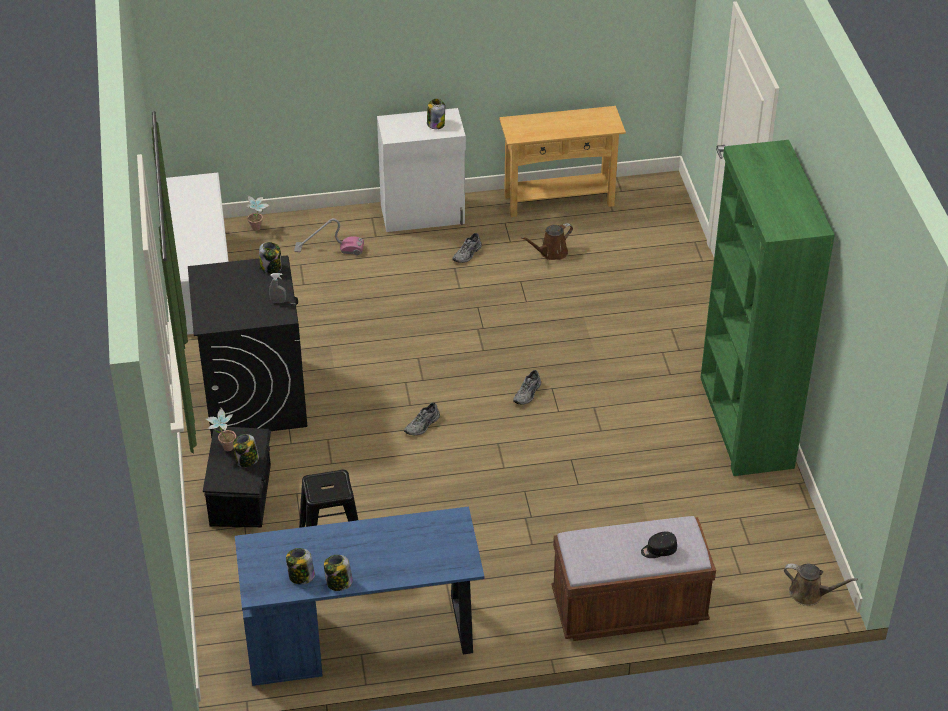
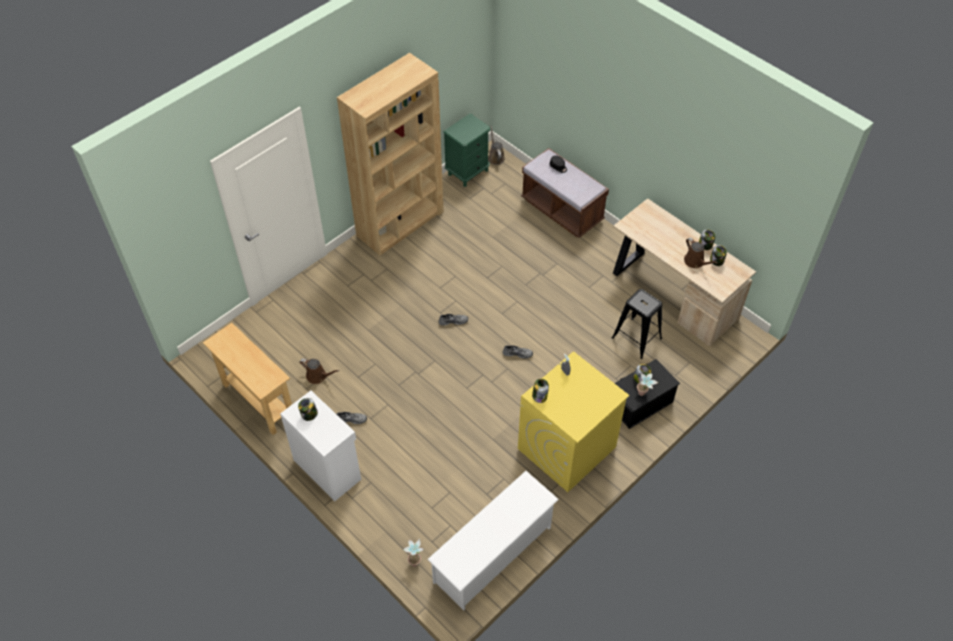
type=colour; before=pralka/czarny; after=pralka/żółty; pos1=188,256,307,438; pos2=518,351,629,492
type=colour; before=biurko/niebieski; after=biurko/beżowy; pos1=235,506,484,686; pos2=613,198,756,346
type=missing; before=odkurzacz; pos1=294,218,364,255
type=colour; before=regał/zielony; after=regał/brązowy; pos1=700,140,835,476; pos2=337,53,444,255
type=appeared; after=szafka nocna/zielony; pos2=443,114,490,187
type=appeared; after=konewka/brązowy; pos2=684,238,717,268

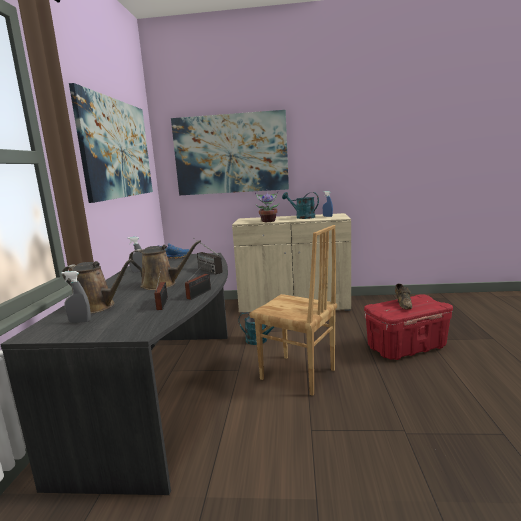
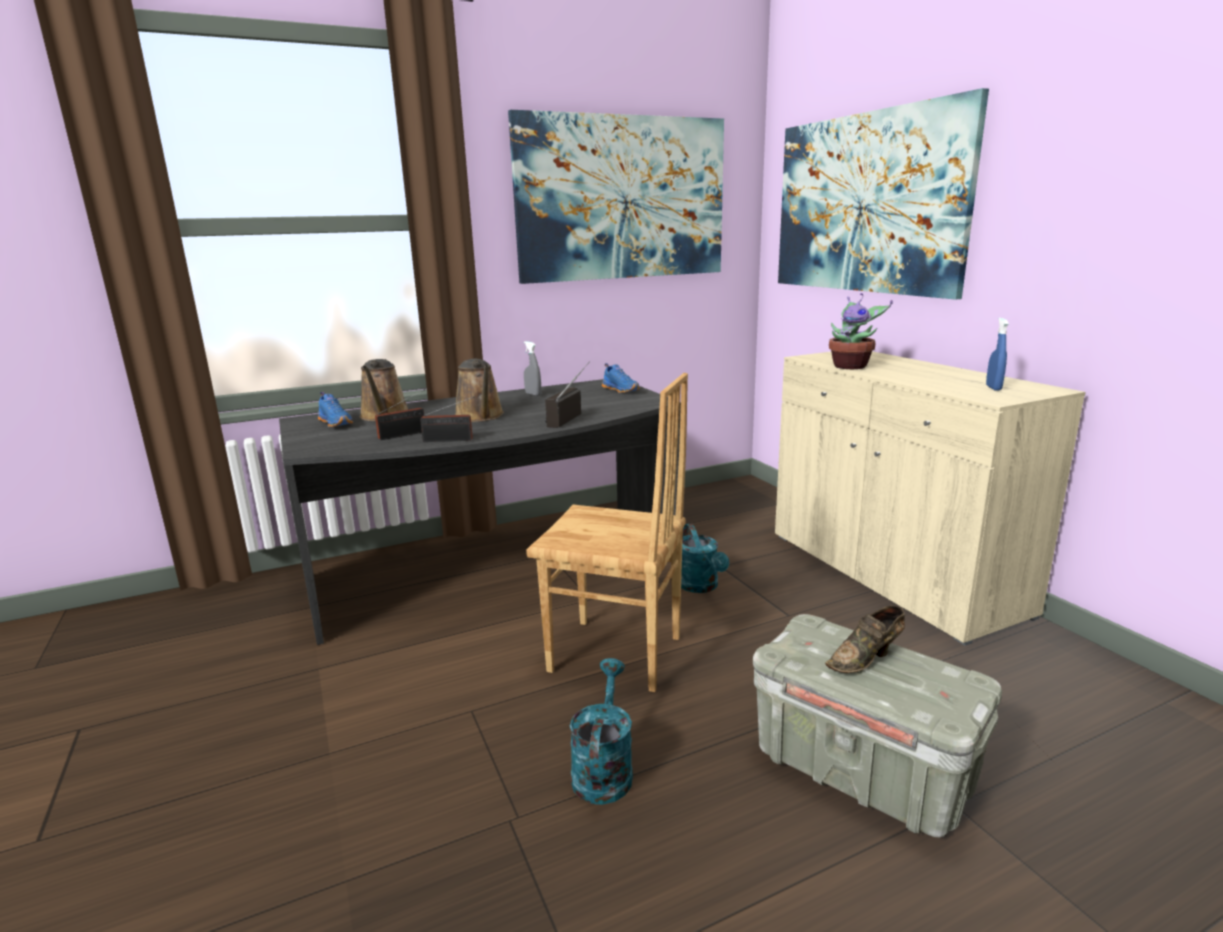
type=exchanged; before=spryskiwacz/szary; after=but/niebieski; pos1=61,271,91,323; pos2=318,392,354,427
type=spun; before=krzesło/brązowy; pos1=249,225,337,396; pos2=526,373,688,692; turn=-75
type=relocated; before=konewka/turkusowy; pos1=282,192,319,219; pos2=570,658,633,805
type=colour; before=pojemnik do przechowywania/czerwony; after=pojemnik do przechowywania/szary; pos1=364,294,453,360; pos2=753,614,1002,837

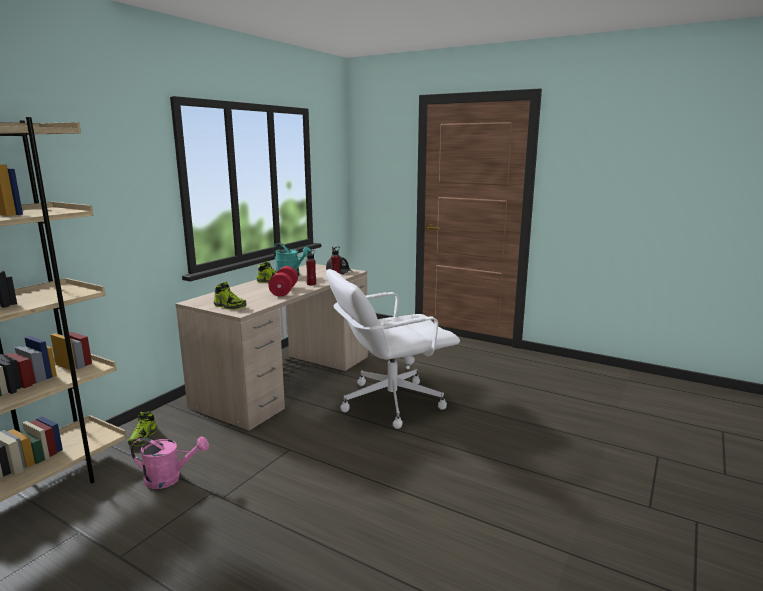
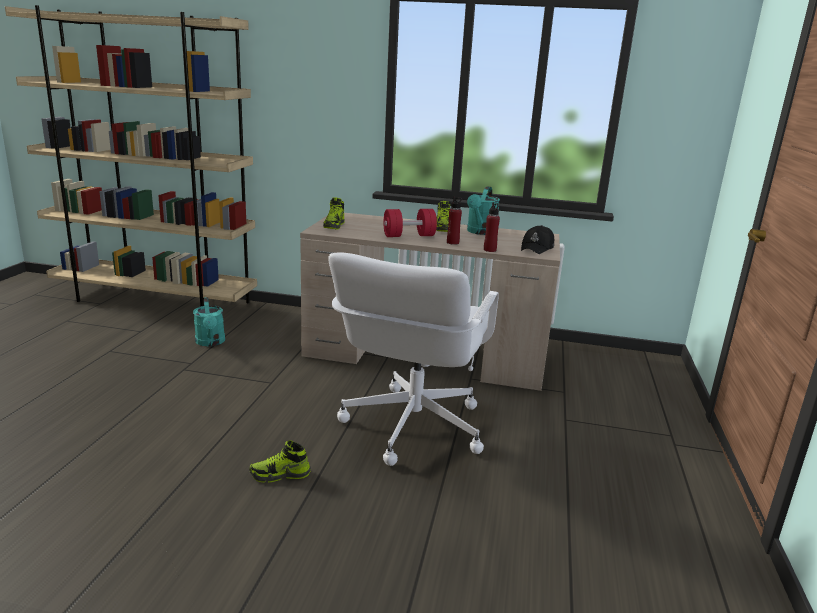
type=relocated; before=but; pos1=128,411,157,446; pos2=249,440,311,482
type=colour; before=konewka/różowy; after=konewka/turkusowy; pos1=131,436,209,489; pos2=193,297,225,346
type=spun; before=krzesło biurowe/biały; pos1=326,269,460,429; pos2=328,252,499,466; turn=-120

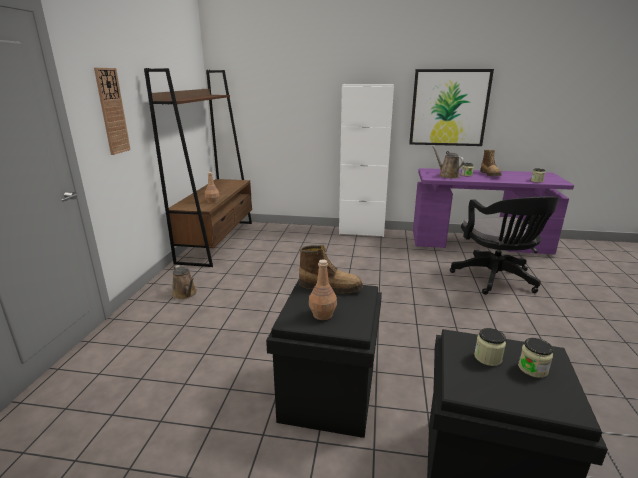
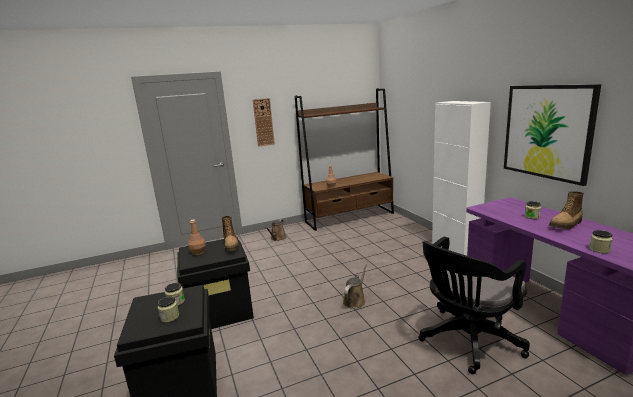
type=relocated; before=konewka/brązowy; pos1=432,146,465,179; pos2=343,263,368,309

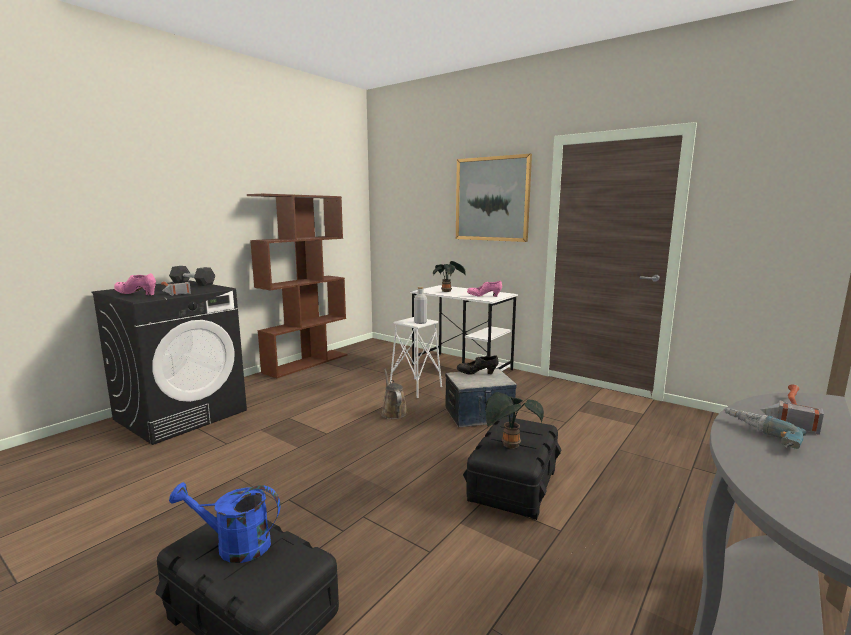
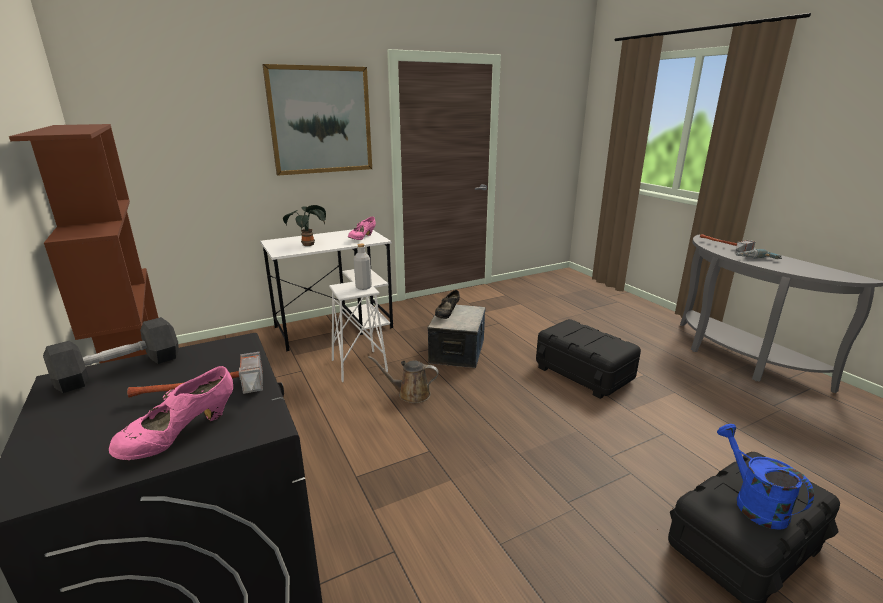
type=spun; before=konewka/niebieski; pos1=169,482,280,563; pos2=717,424,814,530; turn=135
type=missing; before=roślina doniczkowa; pos1=485,392,544,448

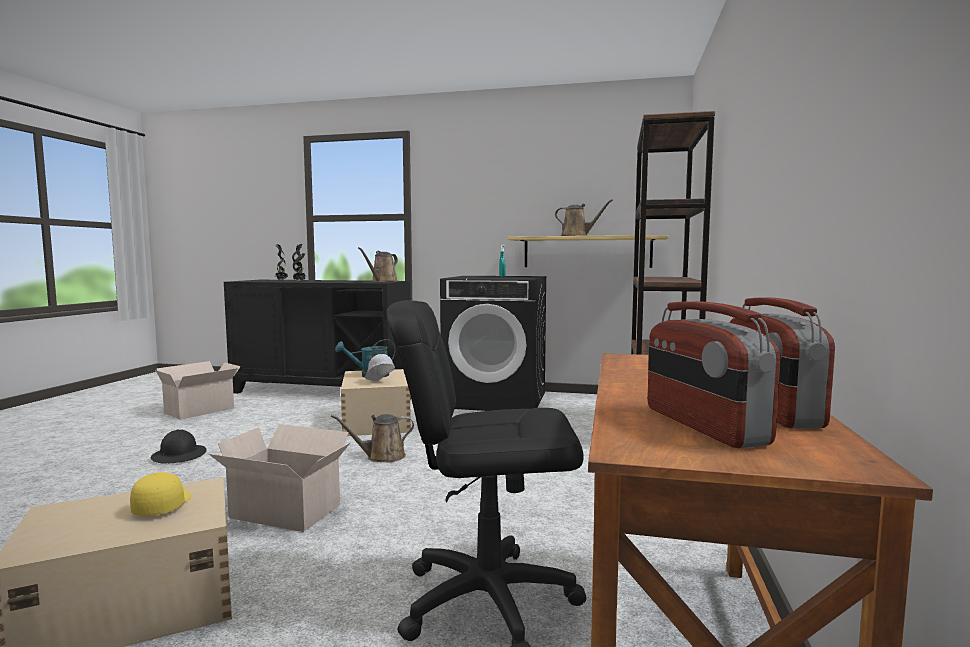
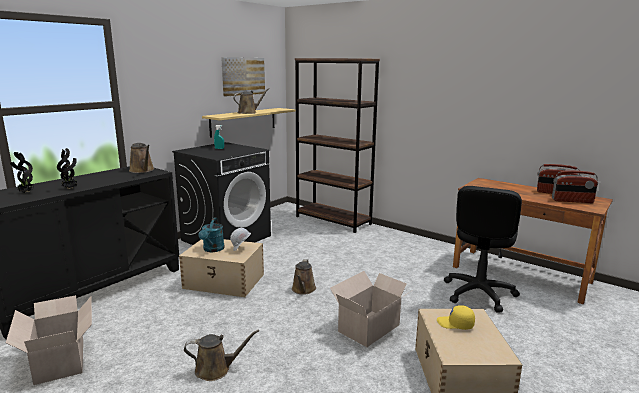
type=exchanged; before=kask/czarny; after=konewka/brązowy; pos1=151,430,207,464; pos2=184,330,259,381
type=appeared; after=obraz; pos2=221,57,265,96

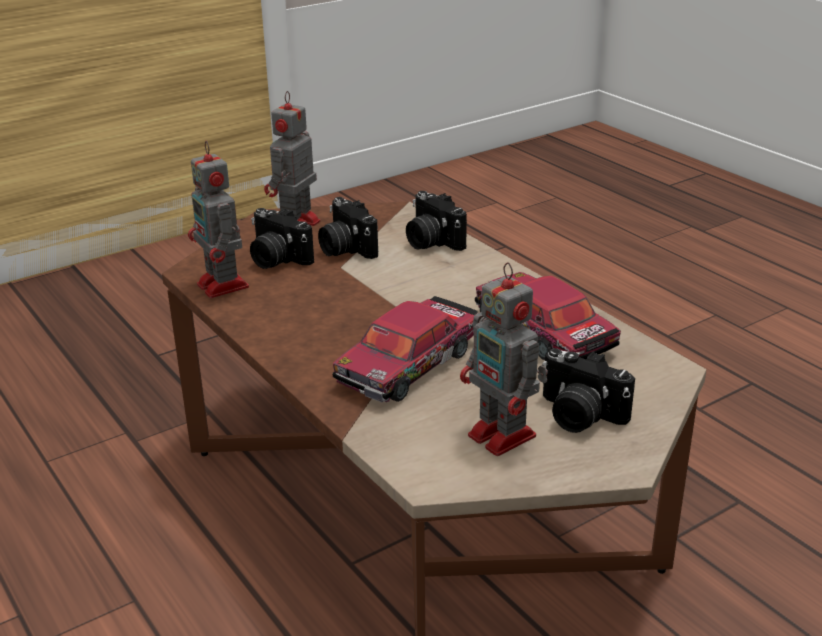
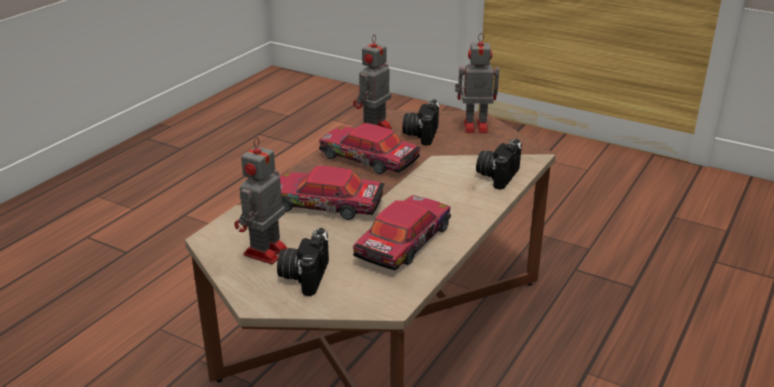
type=missing; before=aparat fotograficzny; pos1=318,197,378,259
type=appeared; after=samochodzik; pos2=319,123,420,174

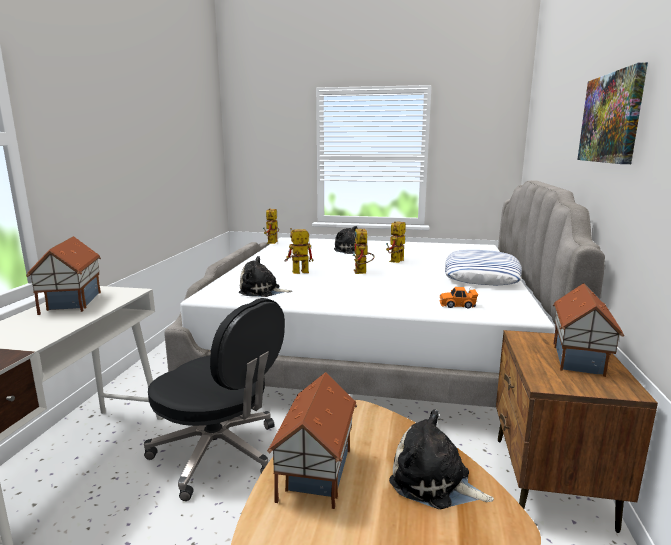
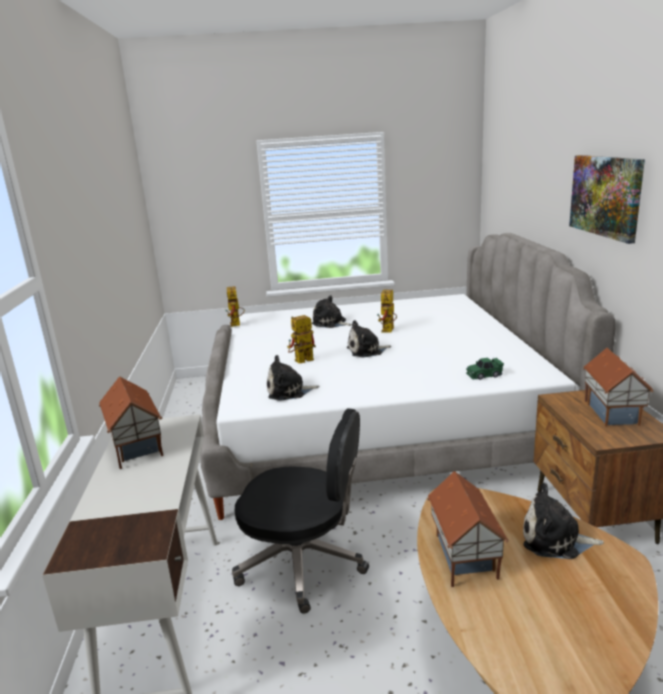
type=exchanged; before=robot zabawkowy; after=pluszak; pos1=353,229,375,274; pos2=347,320,391,357
type=colour; before=samochodzik/pomarańczowy; after=samochodzik/zielony; pos1=439,287,478,308; pos2=466,358,504,380
type=missing; before=poduszka; pos1=445,250,522,285

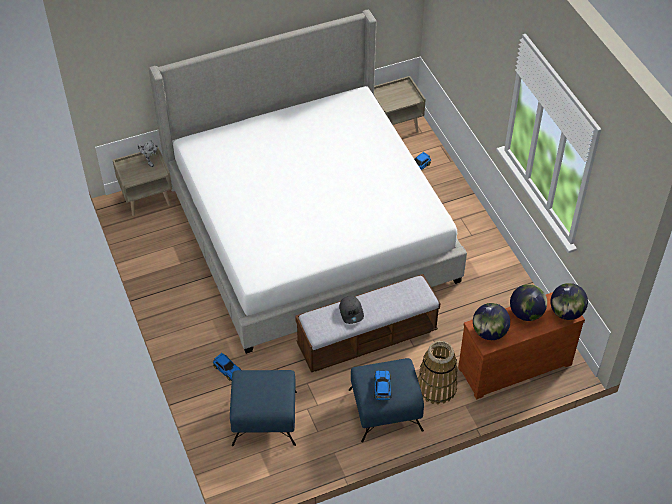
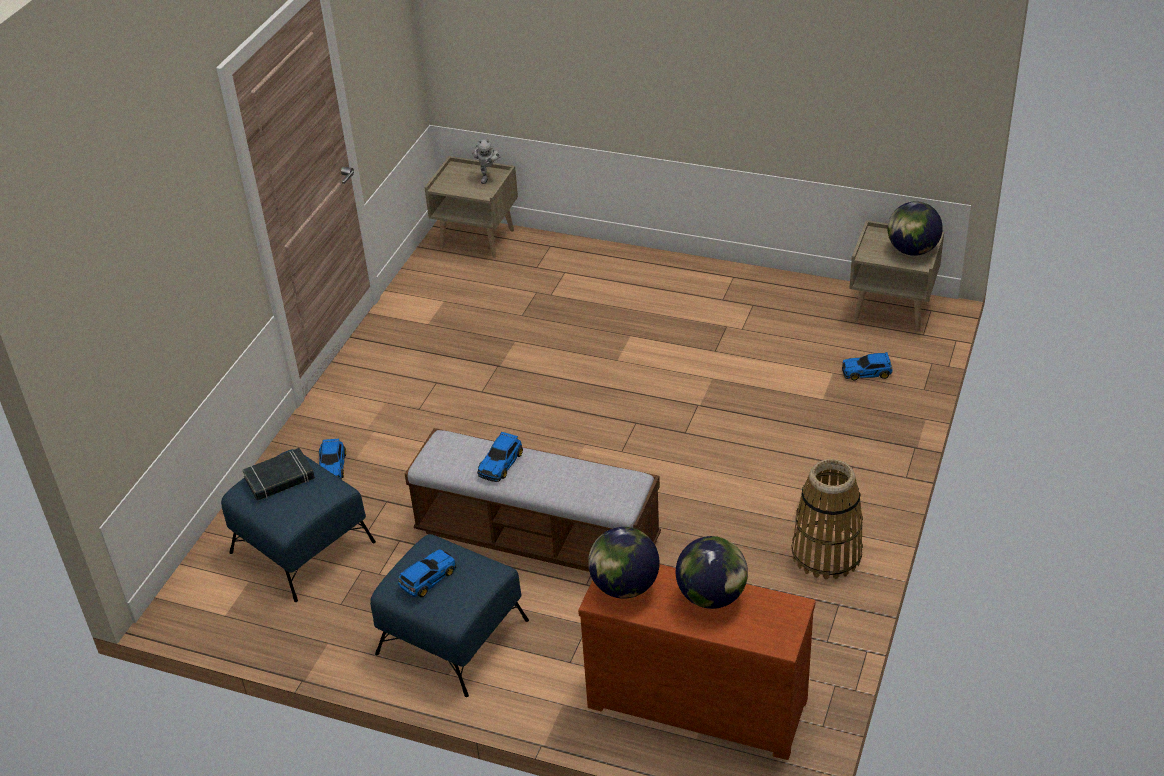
type=missing; before=łóżko; pos1=149,10,467,354
type=exchanged; before=czapka z daszkiem/szary; after=samochodzik; pos1=339,296,364,324; pos2=477,432,523,482
type=relocated; before=koszyk; pos1=418,341,458,404; pos2=791,459,863,580
type=relocated; before=globus; pos1=550,283,588,320; pos2=888,201,943,256
type=appeared; after=książka/czarny; pos2=242,448,315,501

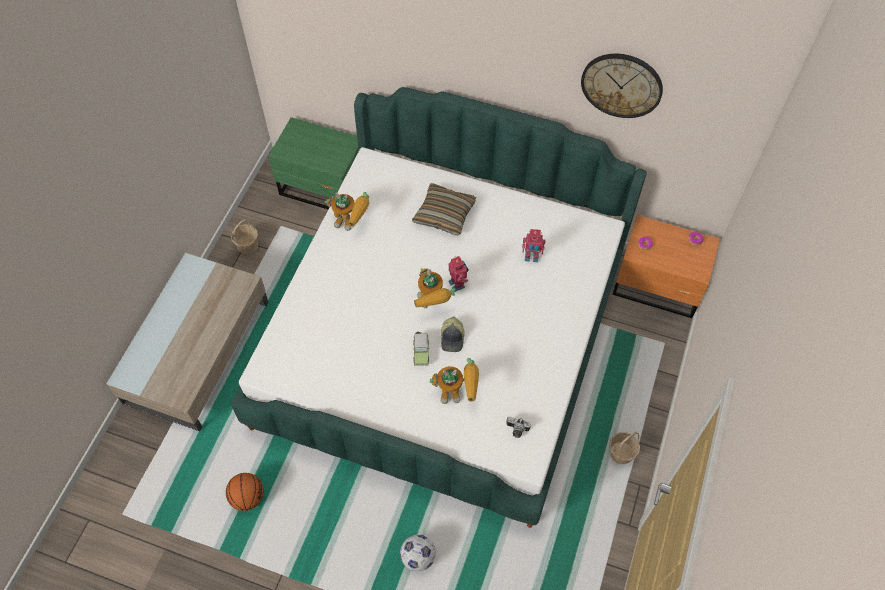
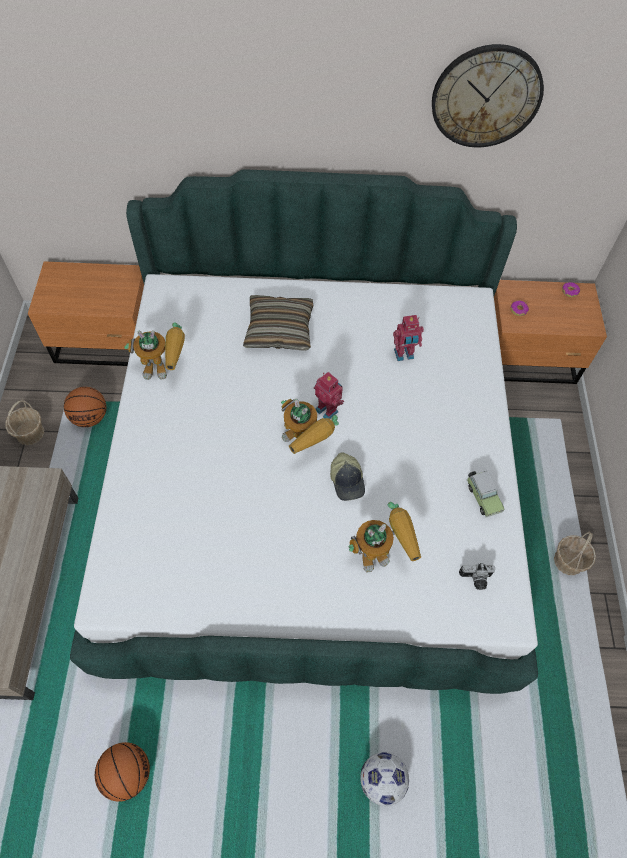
type=colour; before=szafka nocna/zielony; after=szafka nocna/pomarańczowy; pos1=268,117,359,209; pos2=28,261,144,366
type=relocated; before=samochodzik; pos1=414,332,430,366; pos2=466,471,505,517
type=appeared; after=piłka do koszykówki; pos2=64,387,107,427

